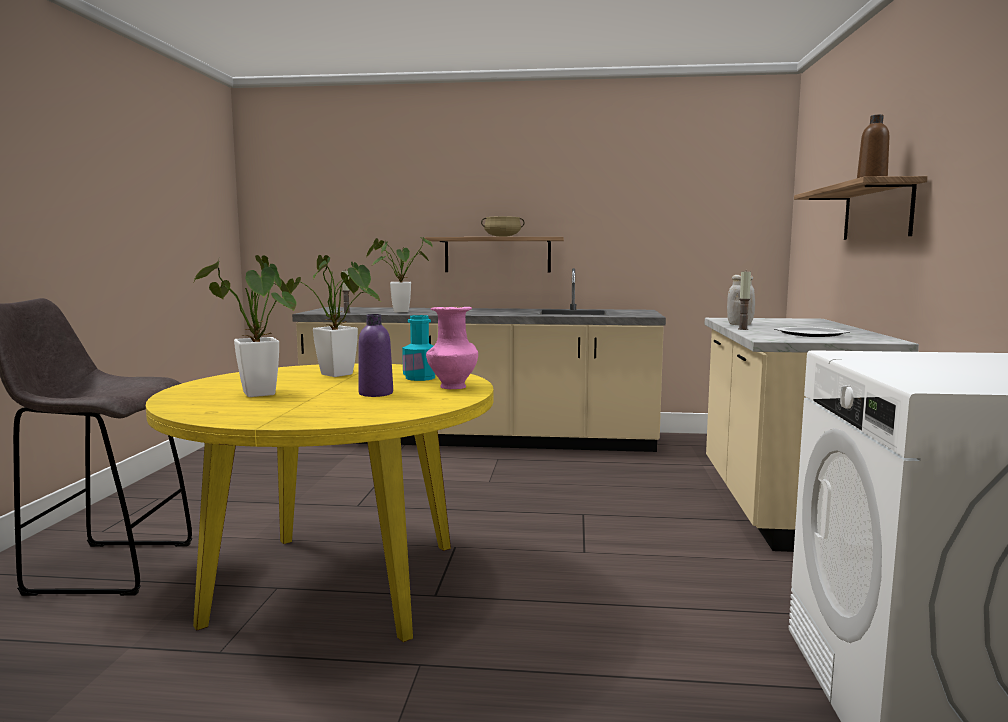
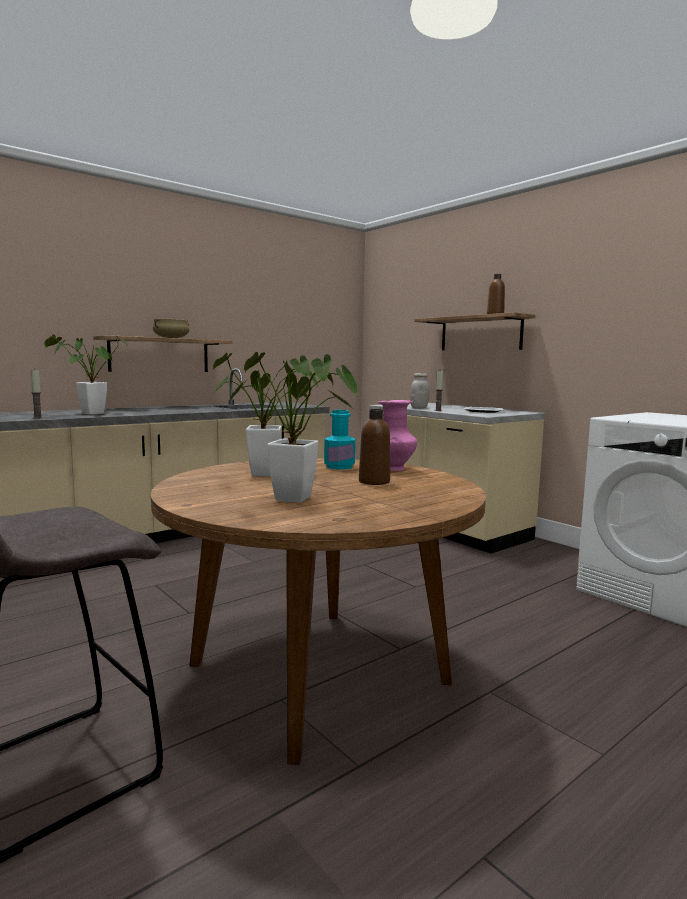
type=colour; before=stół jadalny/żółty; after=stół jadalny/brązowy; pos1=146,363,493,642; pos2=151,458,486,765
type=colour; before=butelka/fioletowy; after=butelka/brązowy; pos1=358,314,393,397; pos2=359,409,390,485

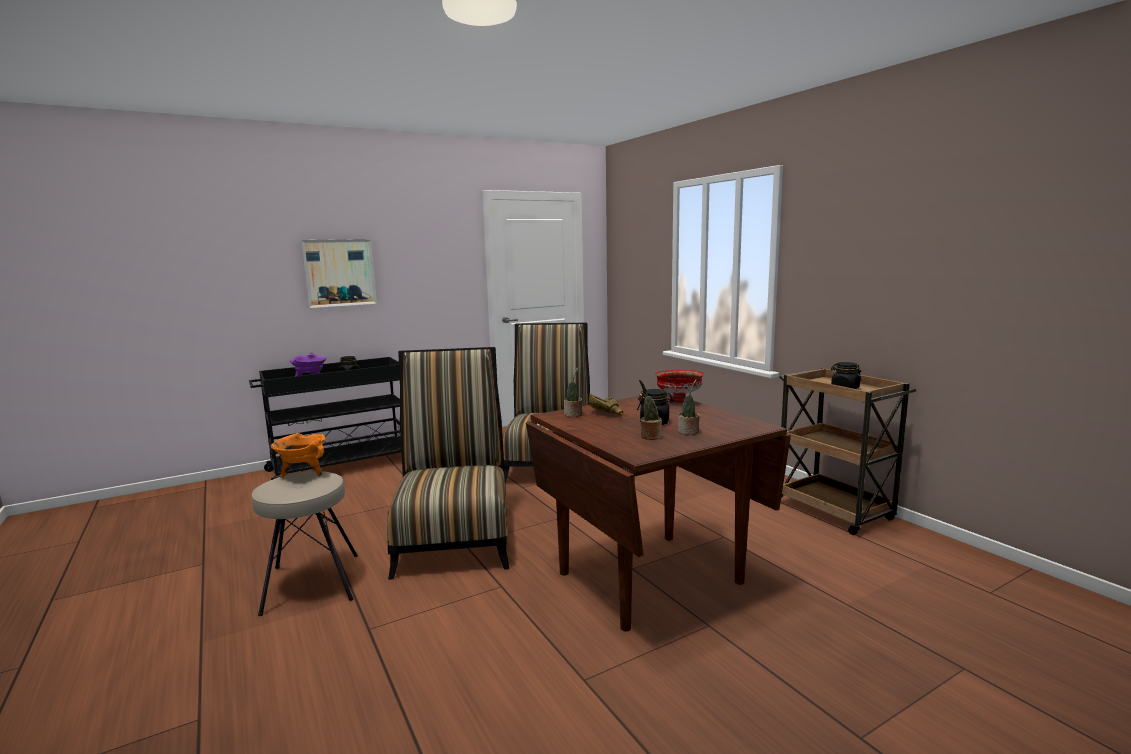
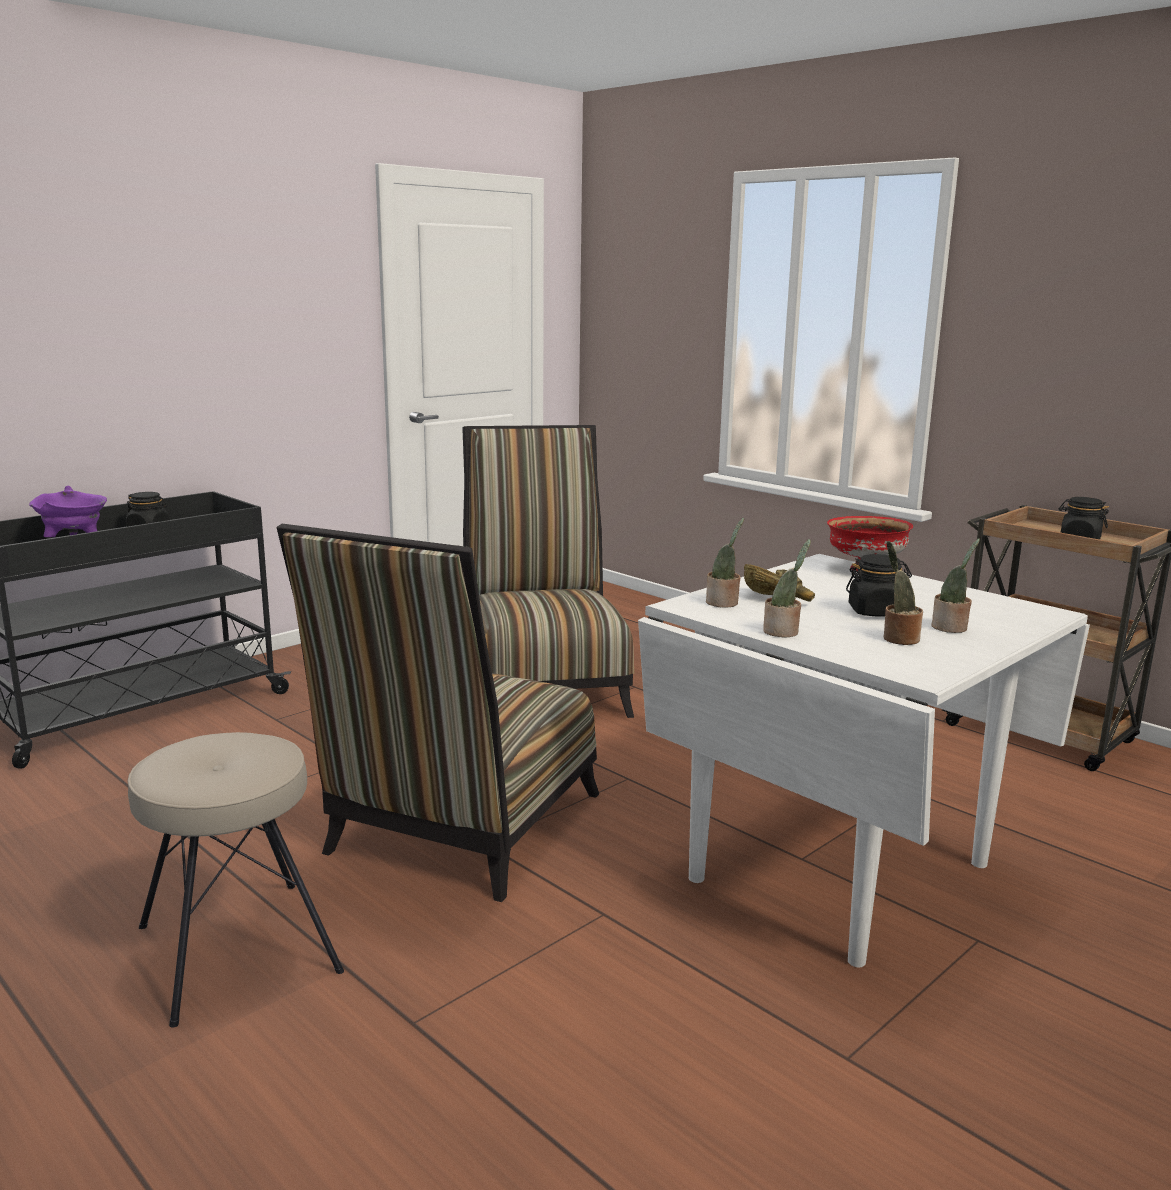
type=missing; before=garnek/pomarańczowy; pos1=271,433,325,478
type=missing; before=obraz; pos1=301,239,377,308
type=spun; before=krzesło; pos1=387,347,509,580; pos2=276,524,599,902; turn=-135
type=colour; before=stół jadalny/brązowy; after=stół jadalny/biały; pos1=526,394,791,632; pos2=638,554,1090,967
type=appeared; after=roślina doniczkowa; pos2=763,539,811,637

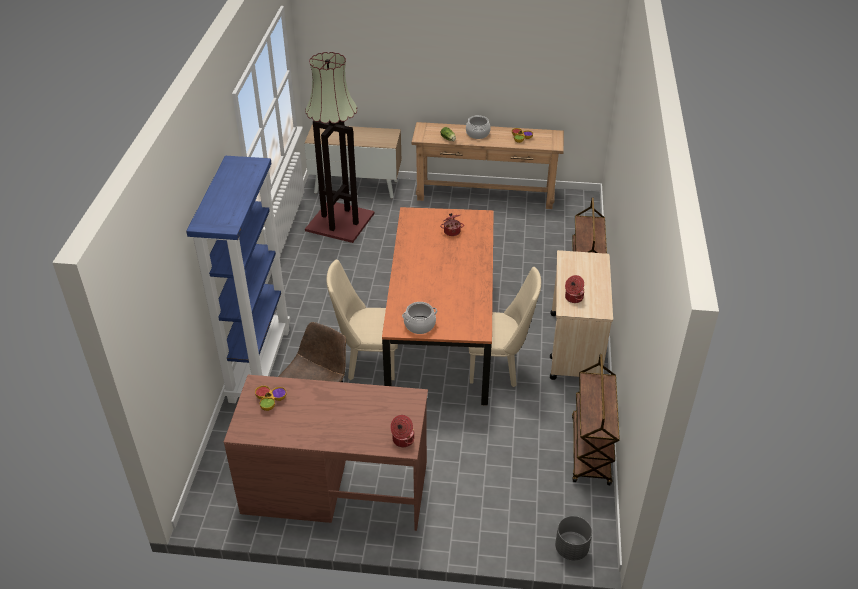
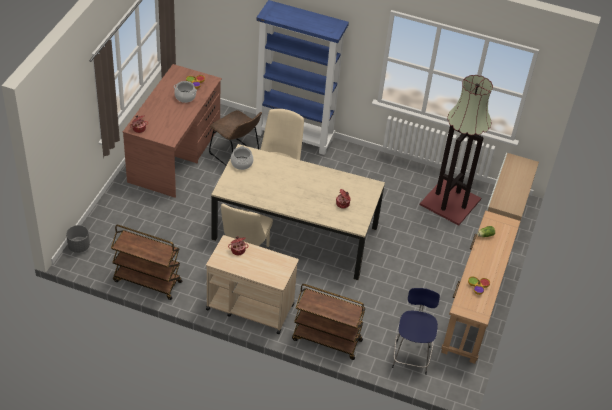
type=colour; before=stół jadalny/pomarańczowy; after=stół jadalny/beżowy; pos1=382,207,494,406; pos2=211,144,385,280
type=relocated; before=garnek; pos1=466,115,491,139; pos2=174,81,197,103
type=appeared; after=stołek/niebieski; pos2=392,288,440,375

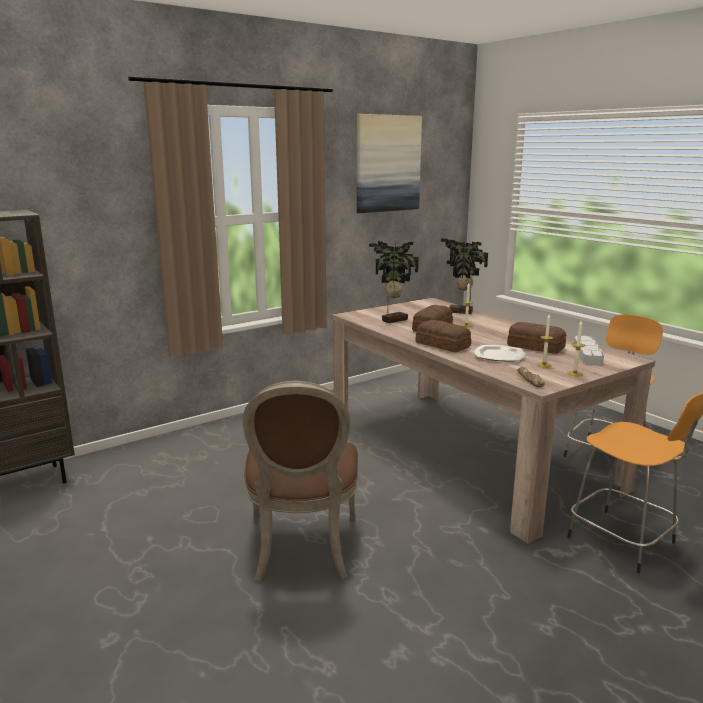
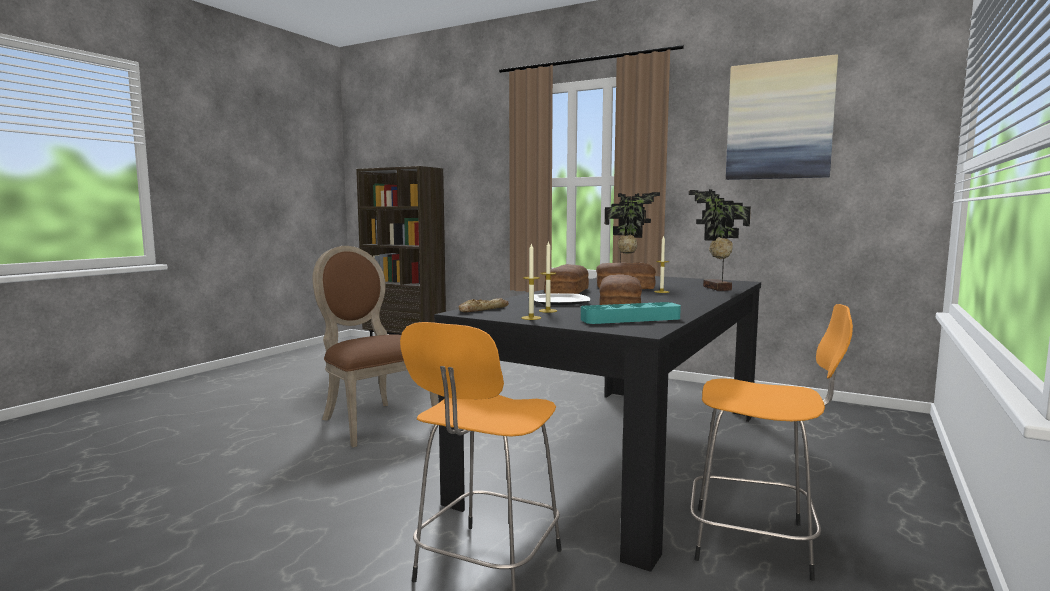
type=spun; before=krzesło/brązowy; pos1=243,381,358,581; pos2=313,246,438,447; turn=75
type=colour; before=stół jadalny/beżowy; after=stół jadalny/czarny; pos1=332,298,655,543; pos2=434,276,761,572
type=colour; before=taca/szary; after=taca/turkusowy; pos1=574,335,604,365; pos2=581,302,681,324

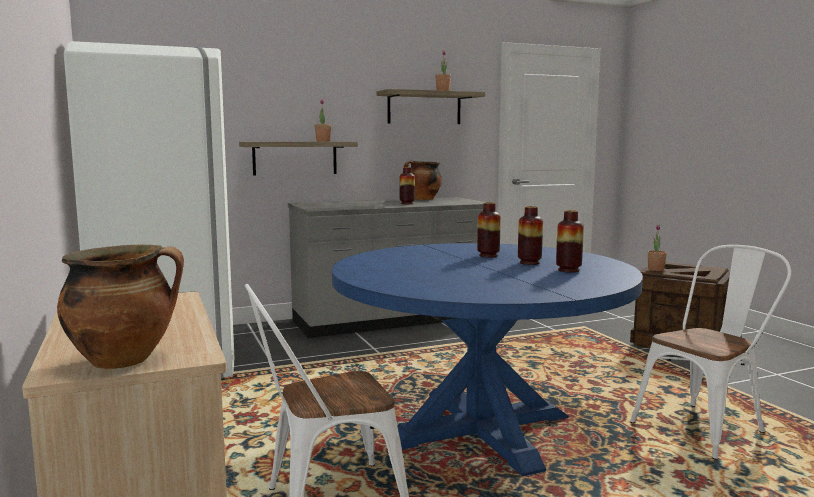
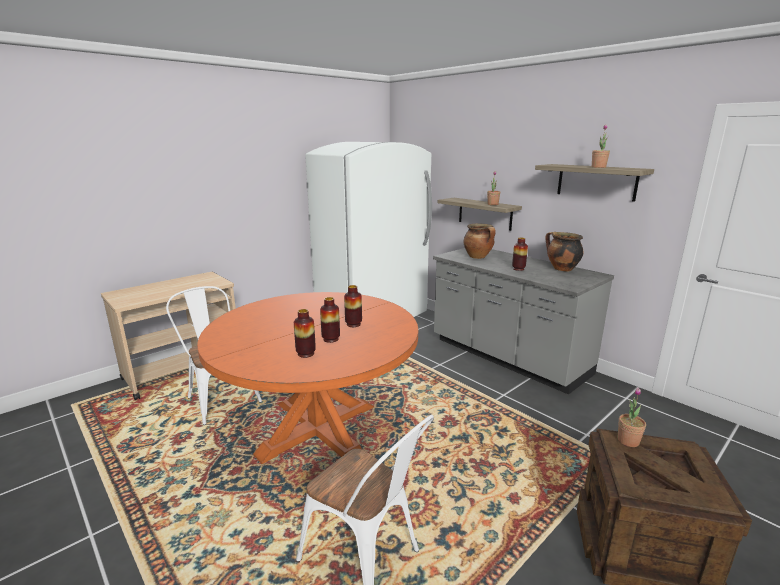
type=relocated; before=garnek; pos1=57,245,184,369; pos2=463,224,496,259
type=colour; before=stół jadalny/niebieski; after=stół jadalny/pomarańczowy; pos1=332,243,643,477; pos2=197,292,418,464

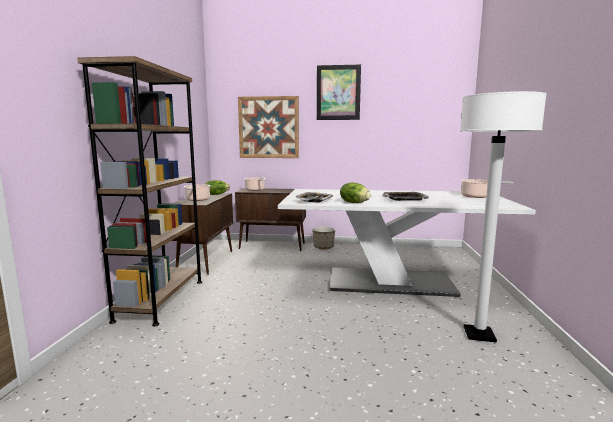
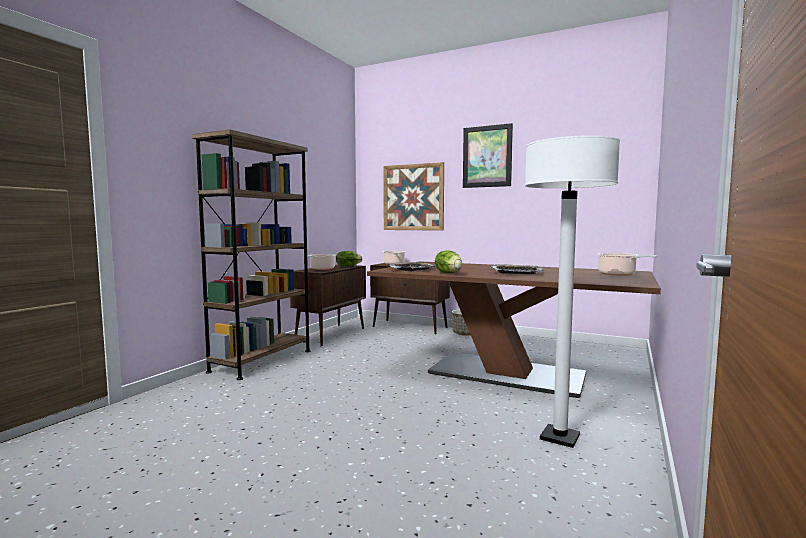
type=colour; before=stół jadalny/biały; after=stół jadalny/brązowy; pos1=278,189,536,297; pos2=367,261,661,398

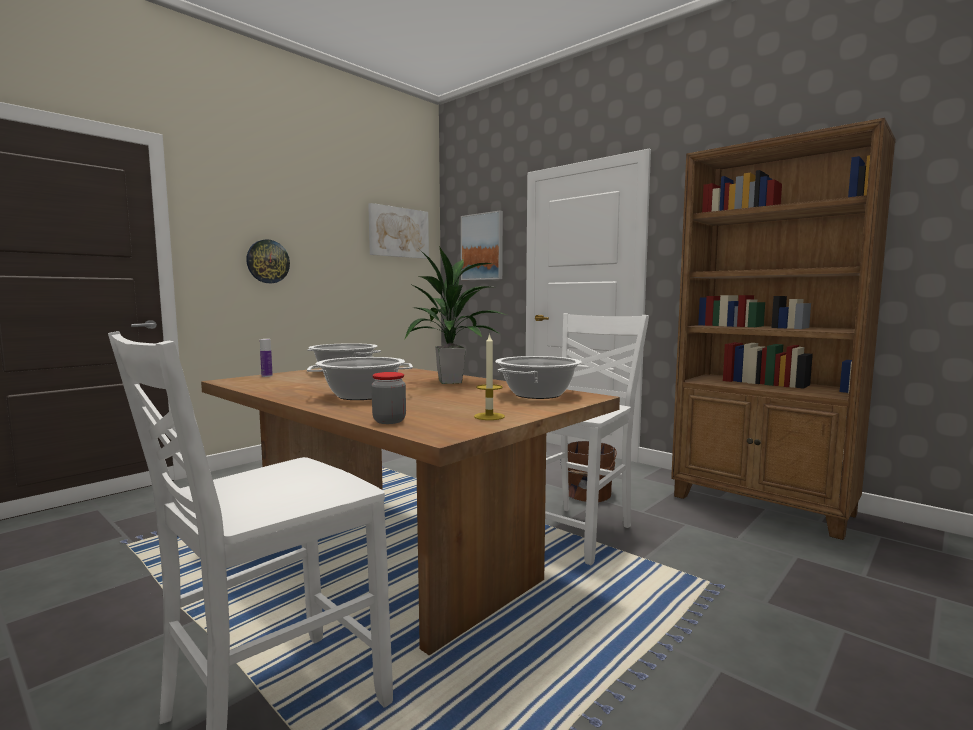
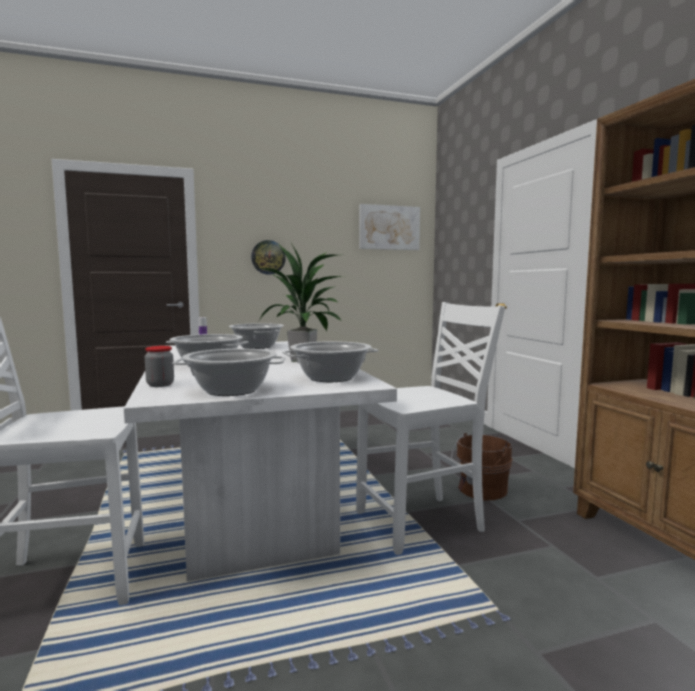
type=colour; before=stół jadalny/brązowy; after=stół jadalny/biały; pos1=201,366,620,655; pos2=124,341,397,582
type=missing; before=obraz; pos1=461,210,503,280
type=exchanged; before=świeca; after=garnek; pos1=474,333,505,420; pos2=172,349,286,396

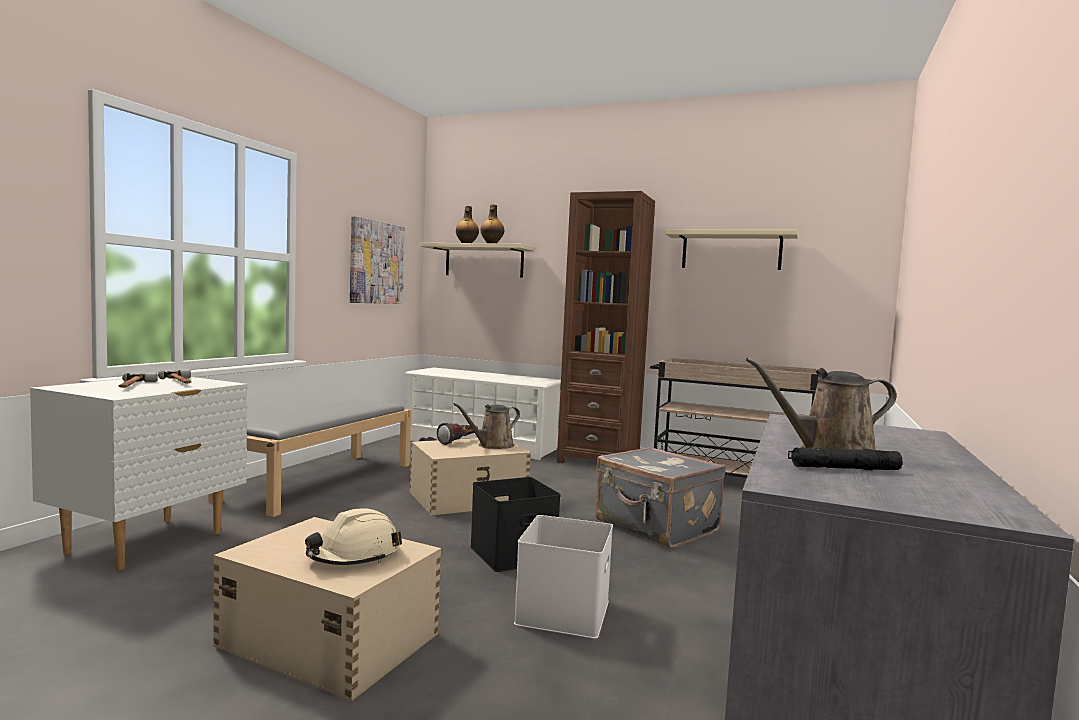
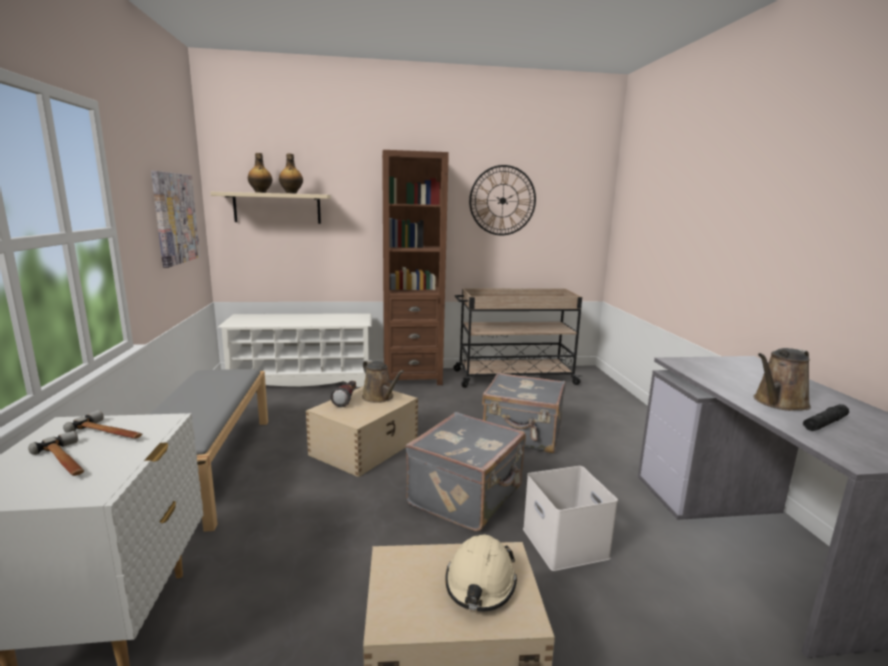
type=spun; before=konewka/brązowy; pos1=453,403,520,449; pos2=362,360,404,403; turn=-60
type=exchanged; before=pojemnik do przechowywania/czarny; after=walizka/szary; pos1=470,477,561,572; pos2=406,412,526,531
type=exchanged; before=półka/beżowy; after=zegar ścienny; pos1=665,230,798,270; pos2=469,165,536,235

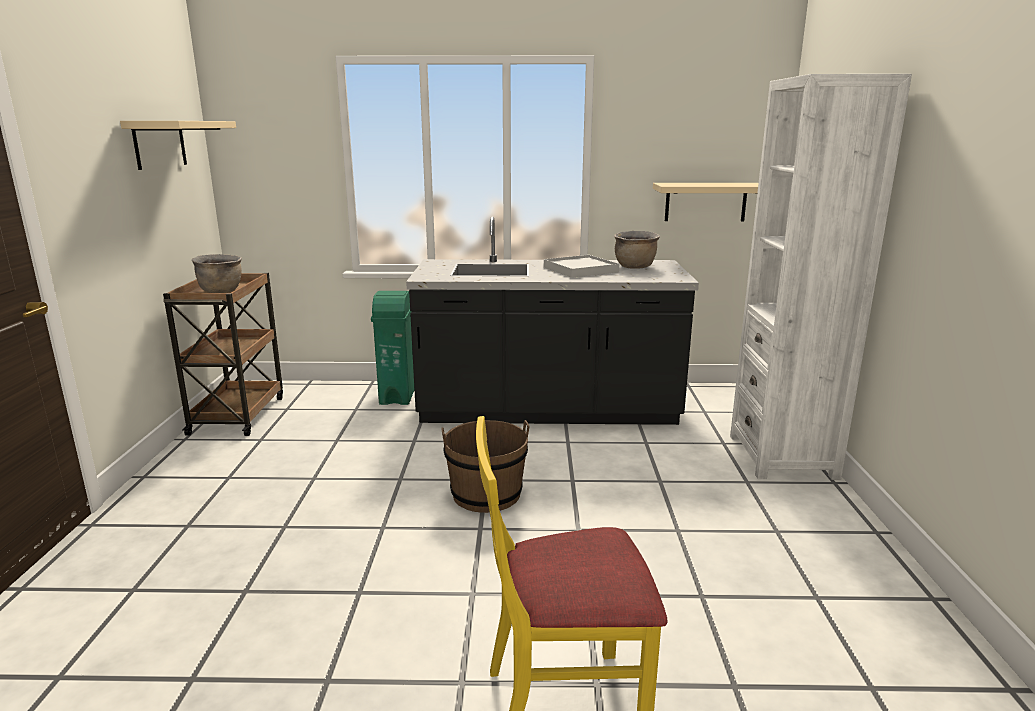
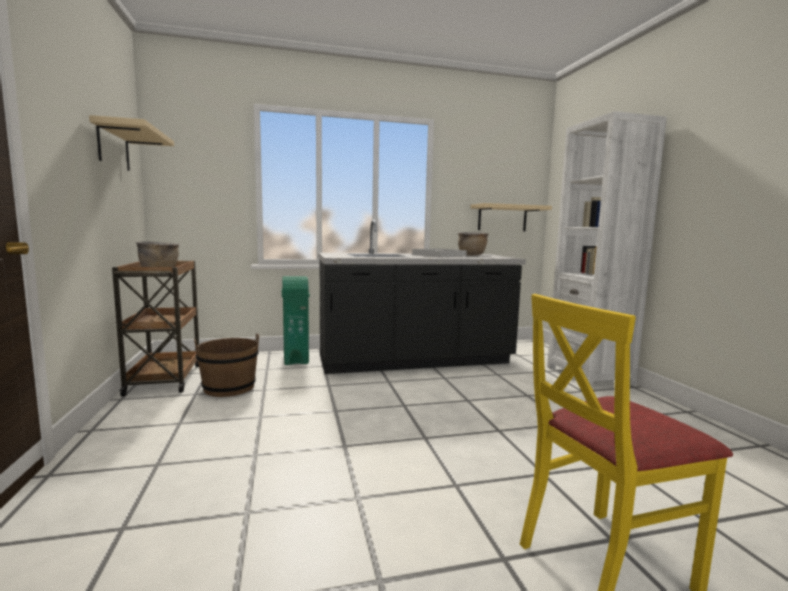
type=relocated; before=wiadro/brązowy; pos1=442,420,529,513; pos2=194,333,259,397

